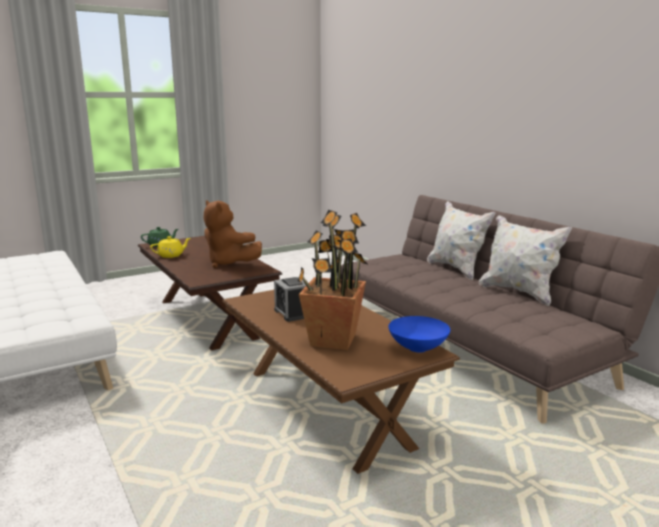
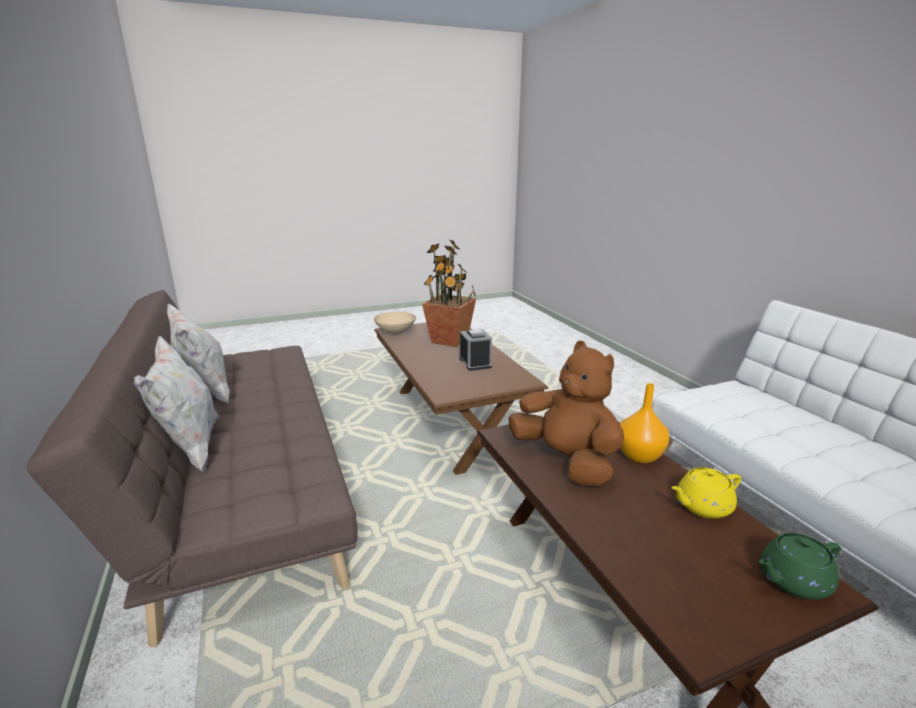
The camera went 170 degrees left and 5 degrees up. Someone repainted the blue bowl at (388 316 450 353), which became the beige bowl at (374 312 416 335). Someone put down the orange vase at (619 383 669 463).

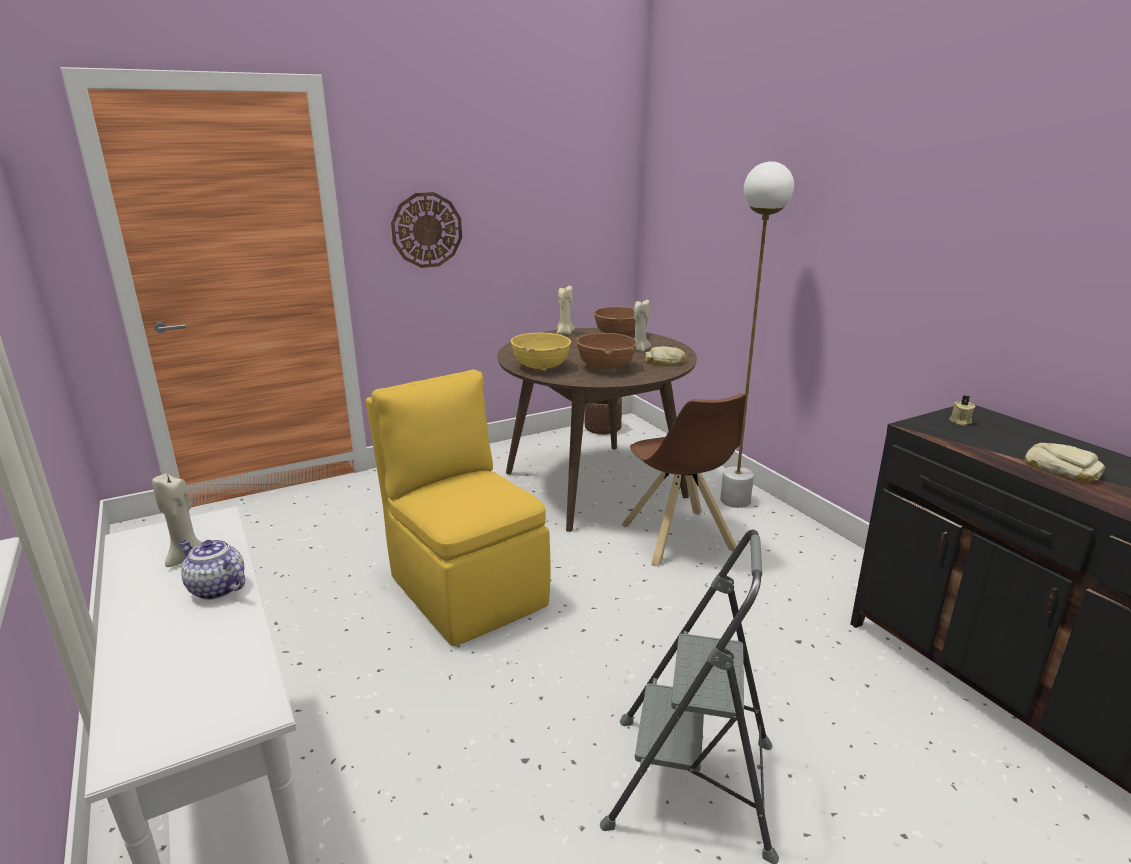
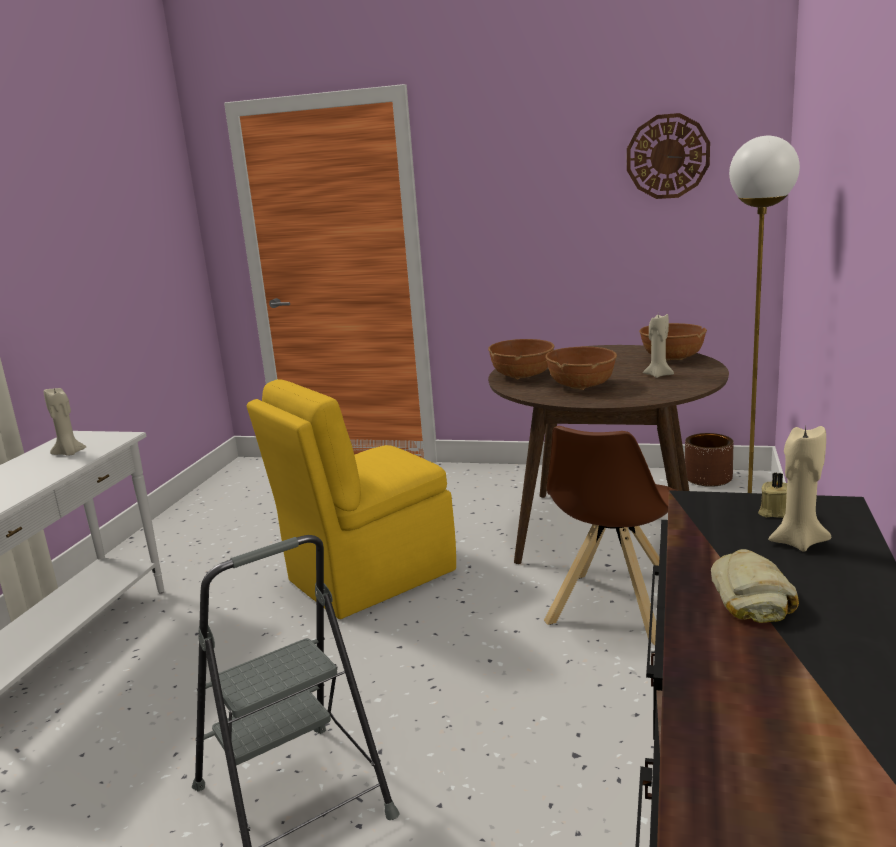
The camera went 45 degrees right and 5 degrees down. Someone rotated the yellow chair at (366 370 551 646) by 135 degrees counterclockwise. Someone repainted the yellow bowl at (511 333 571 371), which became the brown bowl at (488 339 554 380). Someone carried the wall clock from (391 192 462 268) to (627 113 710 199). Someone carried the beige candle from (557 286 575 334) to (768 426 831 551). Someone took away the teapot at (179 540 245 600). Someone took away the bread at (645 346 686 365).

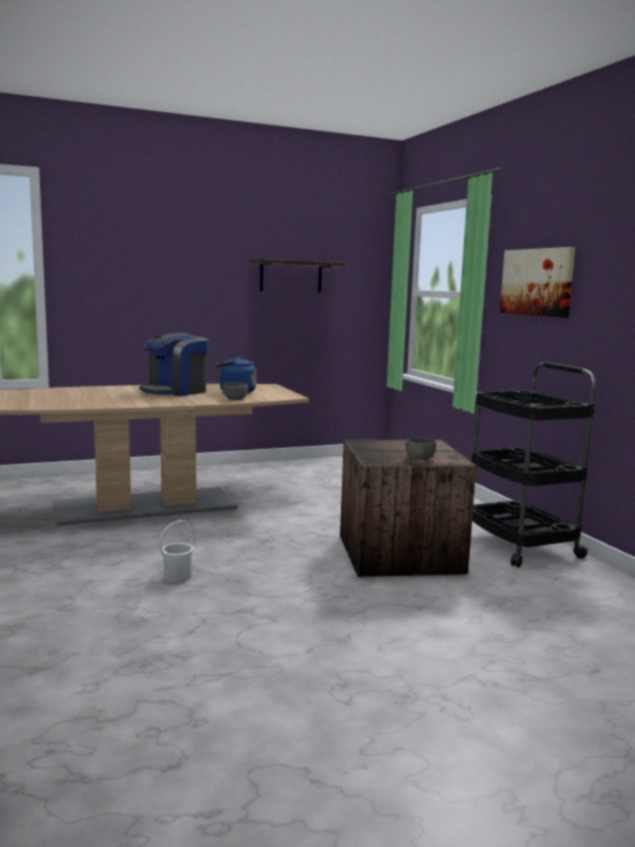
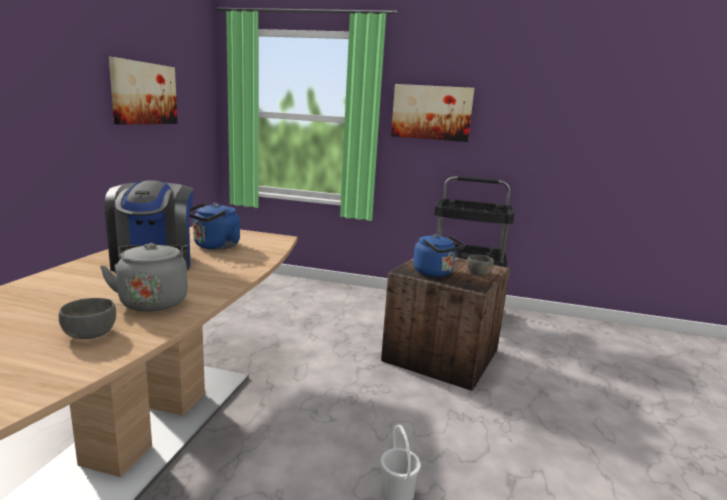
The camera went 55 degrees left and 5 degrees up. Someone carried the grey bowl from (223 382 248 400) to (59 298 116 339). Someone put down the grey kettle at (100 243 188 311). Someone swapped the shelf at (250 259 344 293) for the picture at (109 57 178 125). Someone put down the blue kettle at (413 234 465 277).

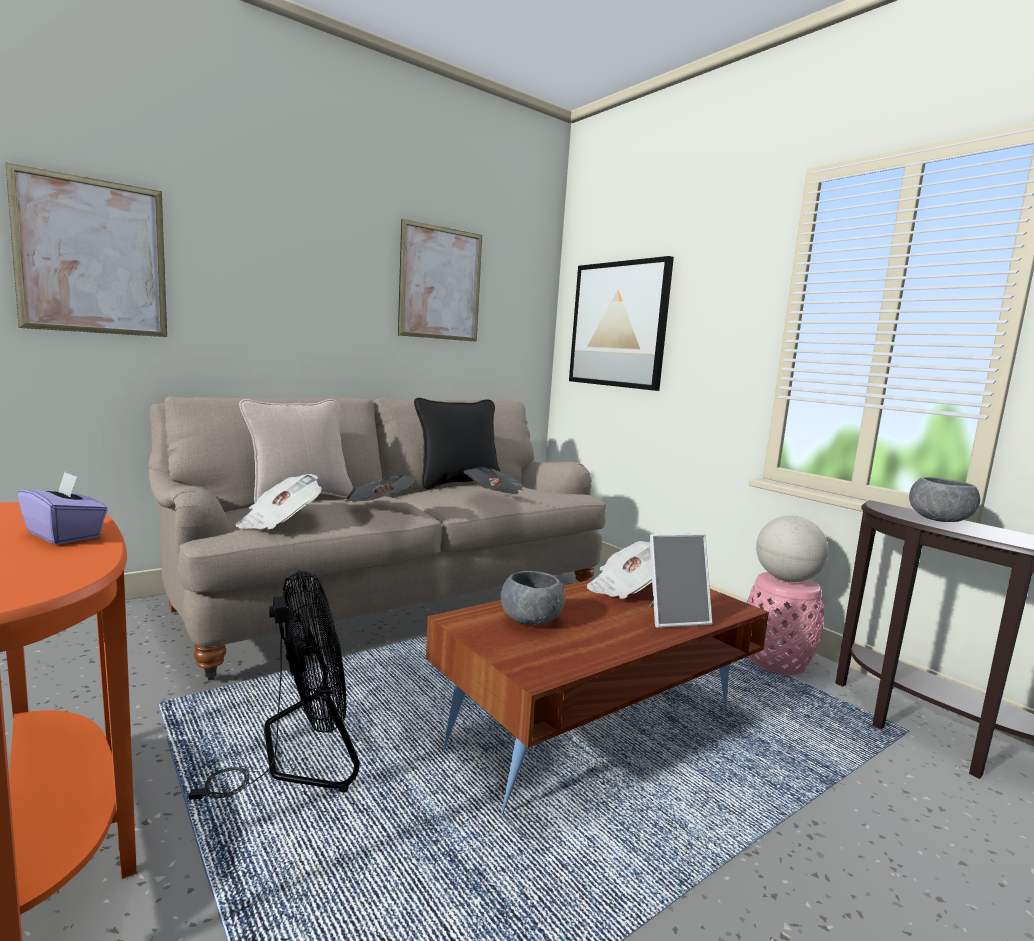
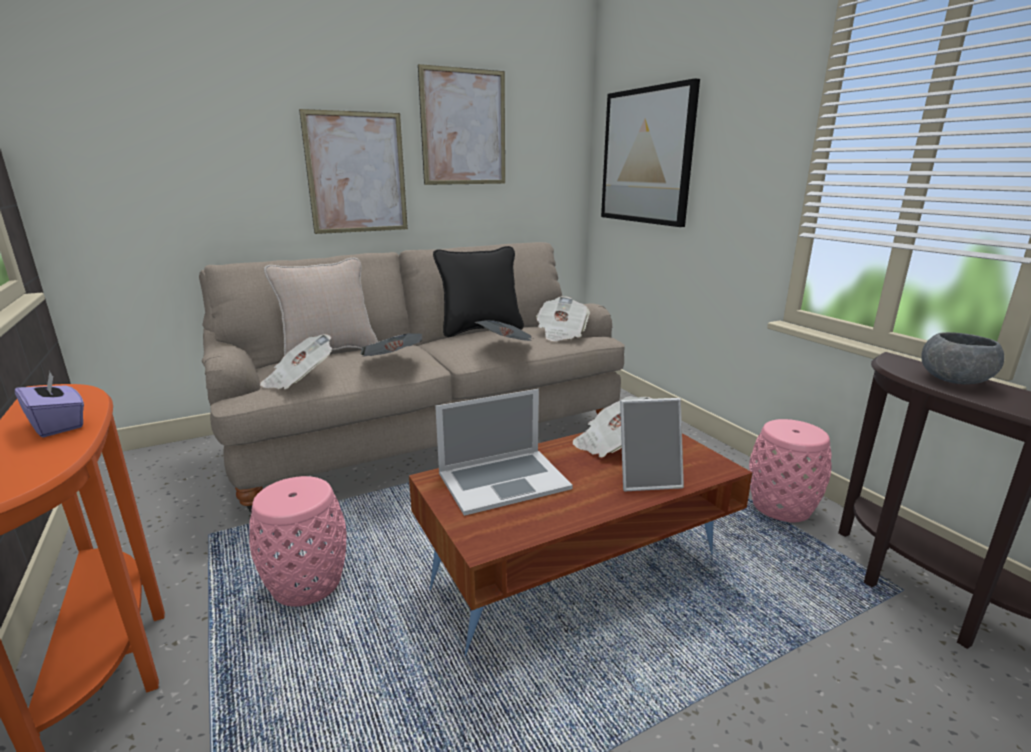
The camera went 10 degrees right and 10 degrees up. Someone swapped the black fan at (185 570 359 800) for the pink stool at (249 476 347 606). Someone carried the picture from (5 162 167 337) to (299 109 408 234). Someone swapped the grey bowl at (501 571 565 625) for the laptop at (435 389 573 516). Someone put down the newspaper at (536 296 590 341). Someone took away the globe at (756 516 829 582).

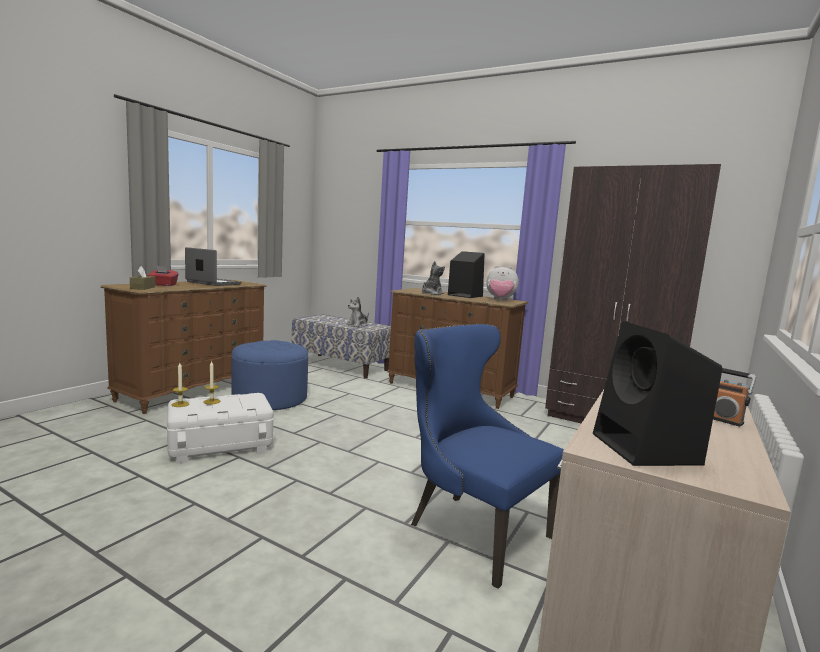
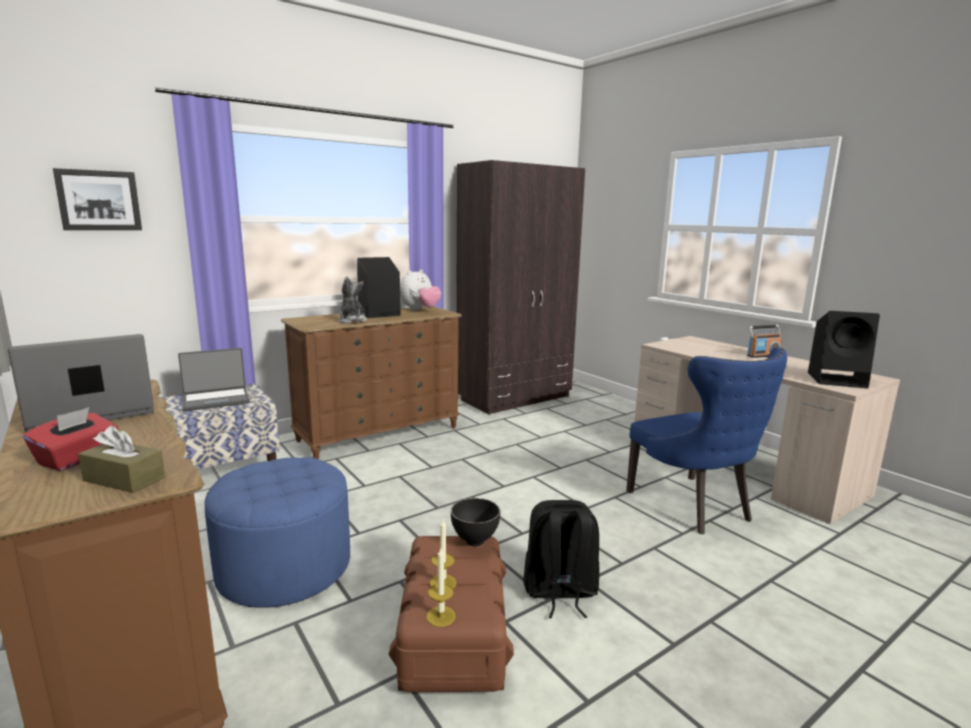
The camera went 65 degrees left and 5 degrees up. Someone put up the picture at (53 168 142 230). Someone swapped the plush toy at (346 297 369 327) for the laptop at (178 348 250 411). Someone repainted the white storage box at (167 393 273 463), which became the brown storage box at (389 536 514 692). Someone put down the black bowl at (451 498 500 546). Someone put down the black backpack at (523 500 600 619). Someone rotated the blue chair at (411 324 564 589) by 90 degrees counterclockwise.

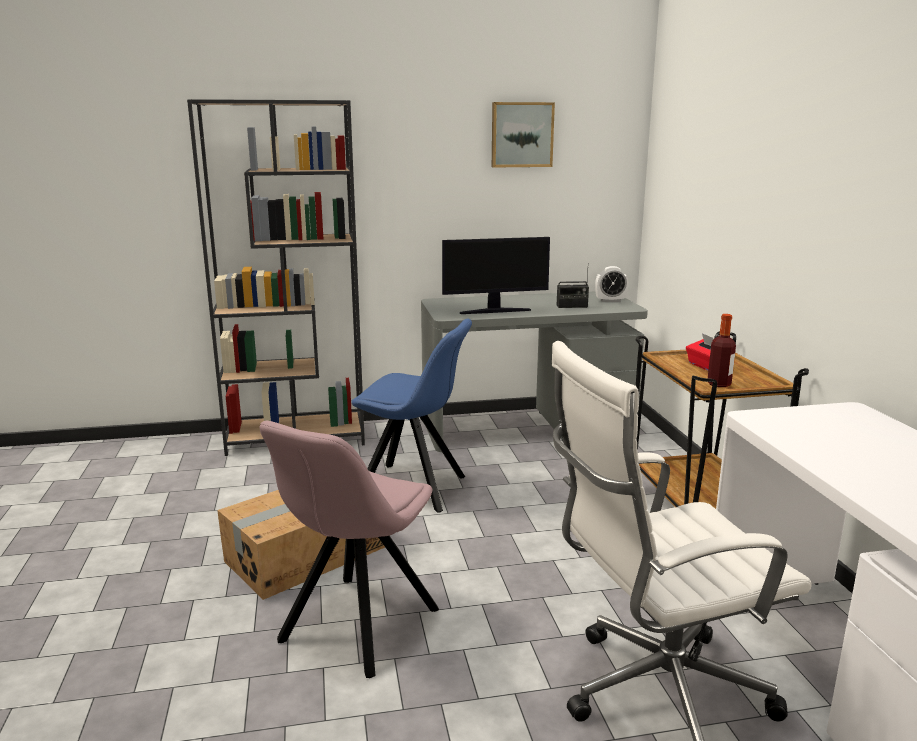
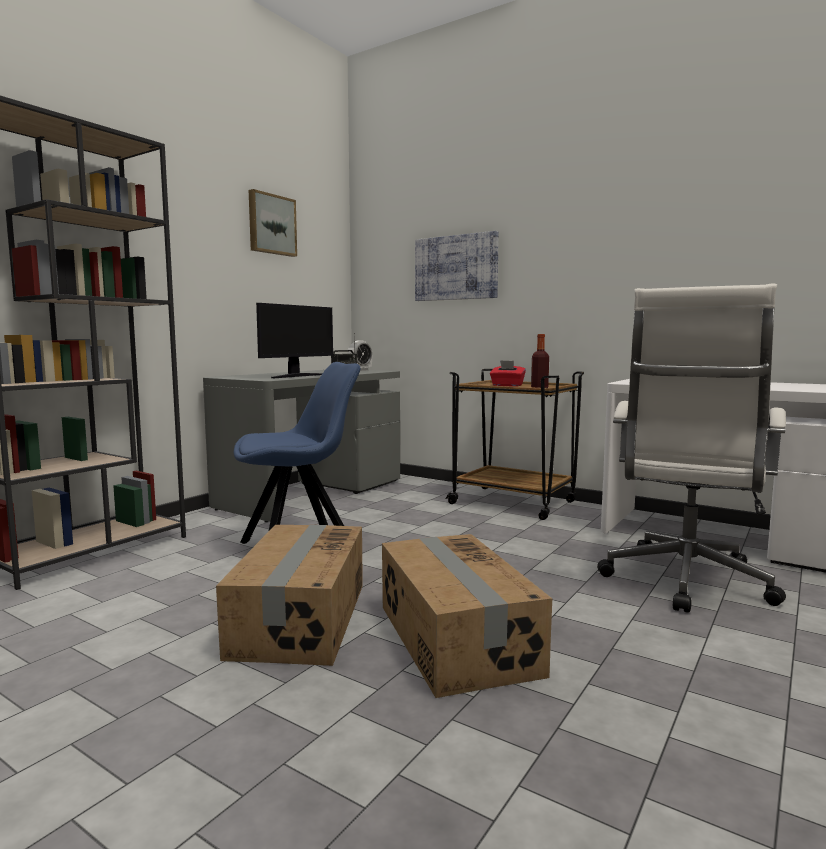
The camera went 45 degrees left and 10 degrees down. Someone swapped the pink chair at (260 421 439 678) for the cardboard box at (382 534 552 698). Someone put up the picture at (415 231 499 301).

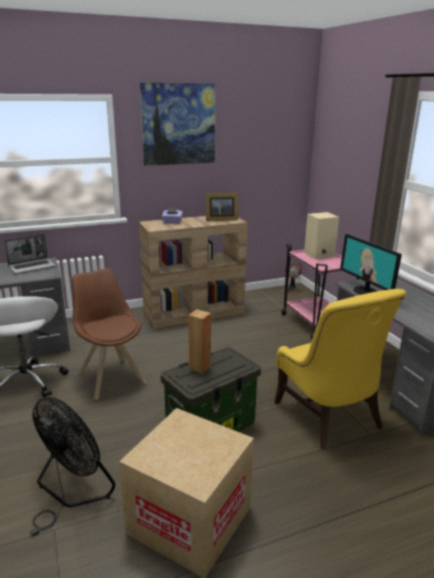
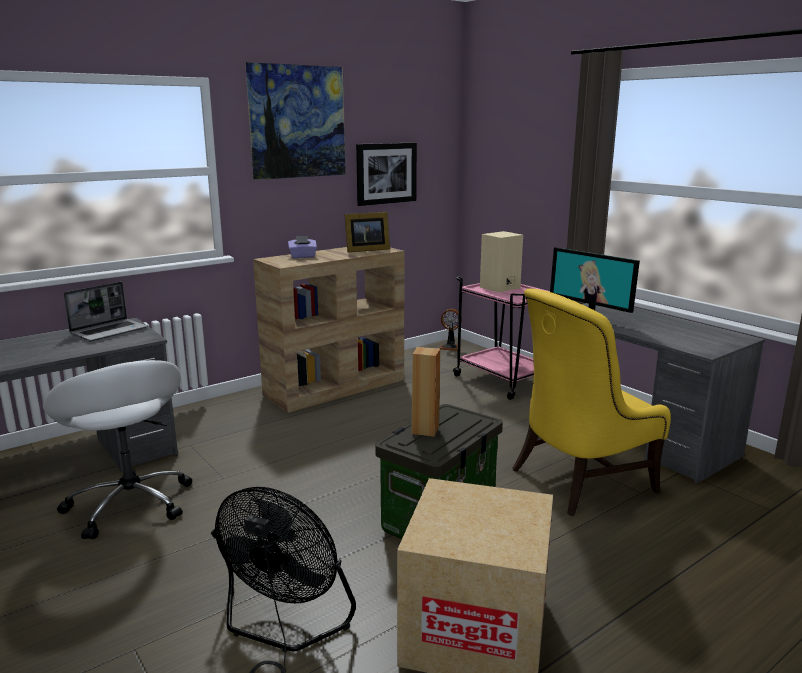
The camera went 15 degrees left and 5 degrees down. Someone put up the picture at (356 142 417 206). Someone rotated the yellow chair at (275 289 406 449) by 105 degrees clockwise. Someone took away the brown chair at (72 268 146 400).

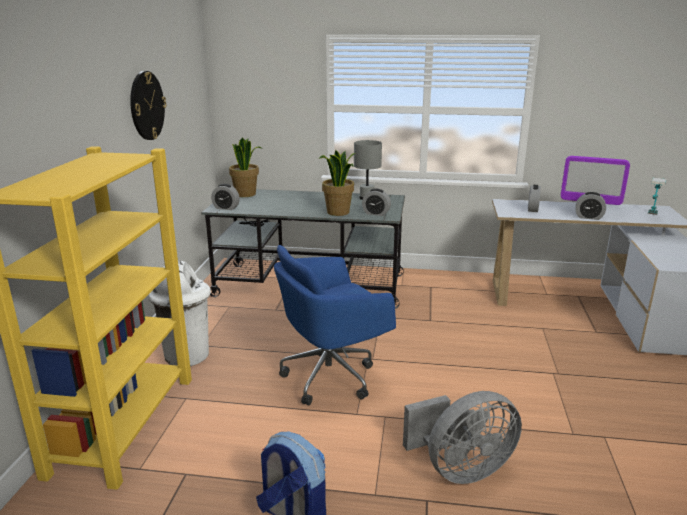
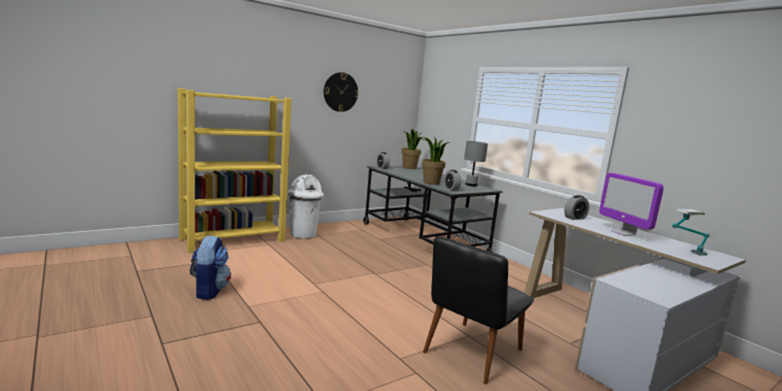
The camera went 45 degrees right and 10 degrees down. Someone put down the black chair at (423 236 534 384). Someone took away the blue office chair at (274 245 396 406). Someone took away the grey fan at (403 391 522 484). Someone took away the alarm clock at (576 192 606 220).

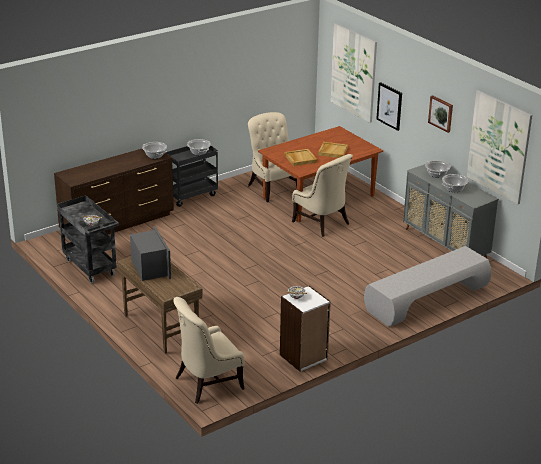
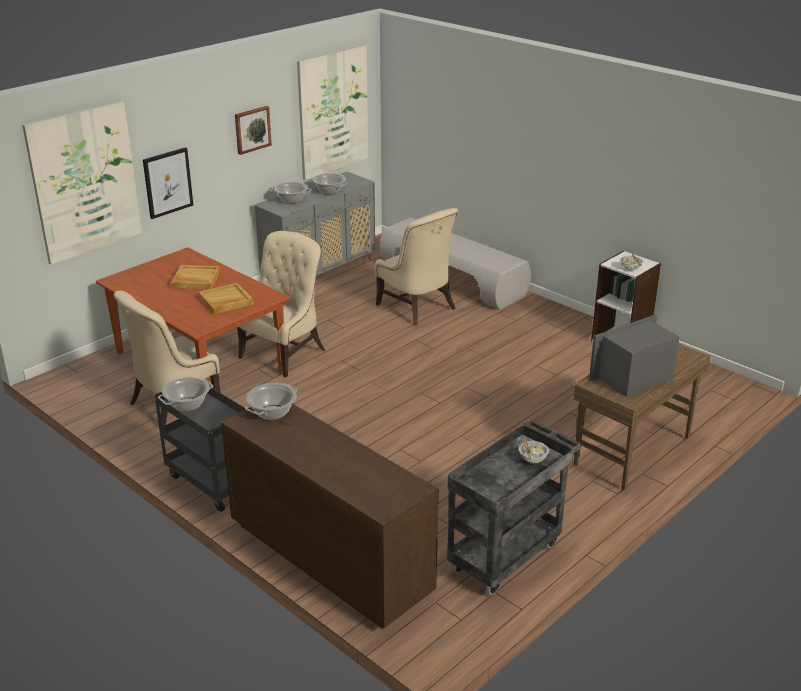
The camera went 100 degrees left and 0 degrees up. Someone carried the beige chair from (173 297 244 404) to (375 208 458 325).

